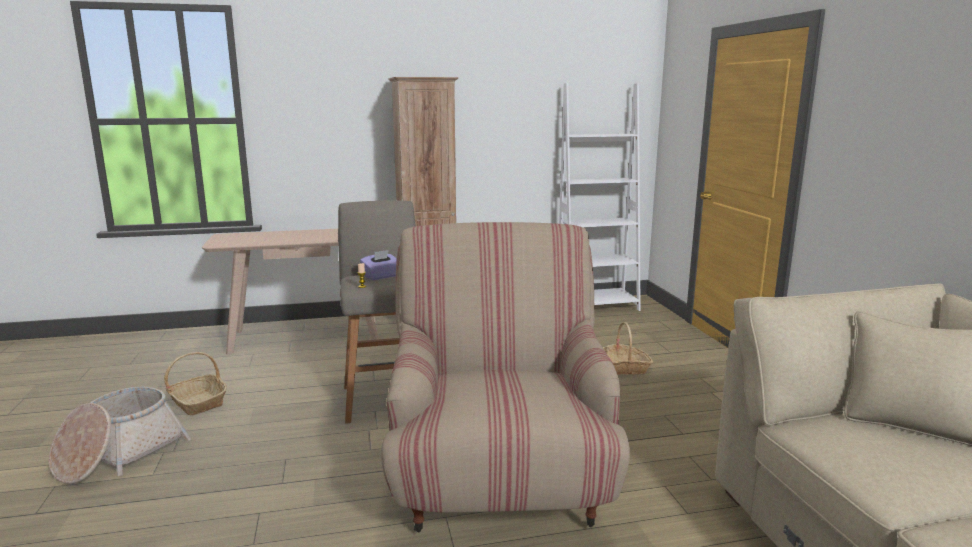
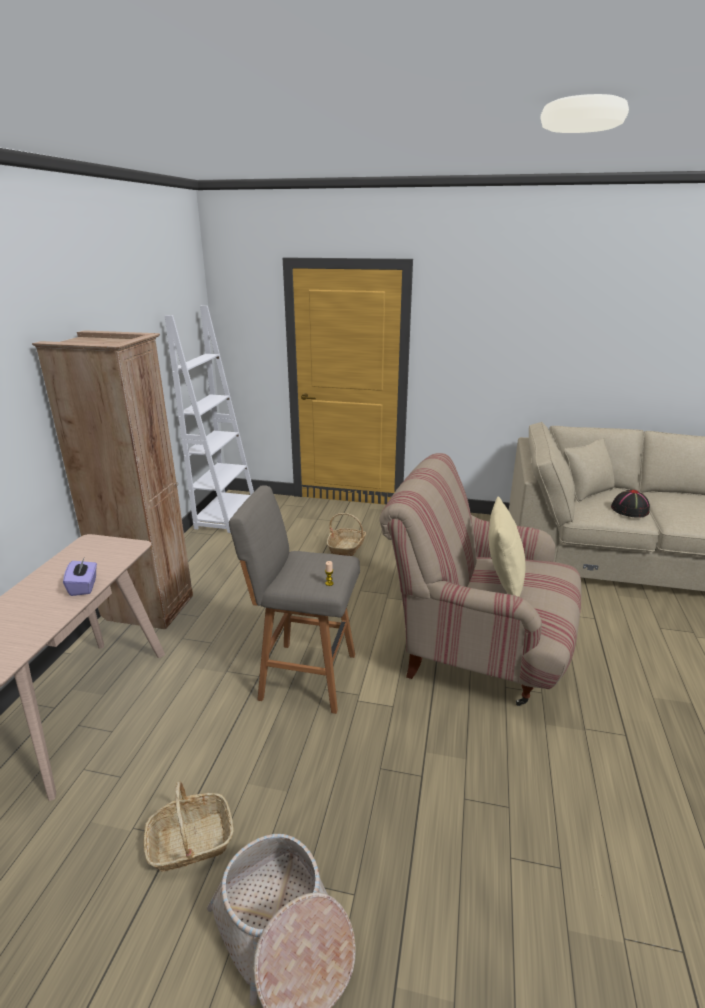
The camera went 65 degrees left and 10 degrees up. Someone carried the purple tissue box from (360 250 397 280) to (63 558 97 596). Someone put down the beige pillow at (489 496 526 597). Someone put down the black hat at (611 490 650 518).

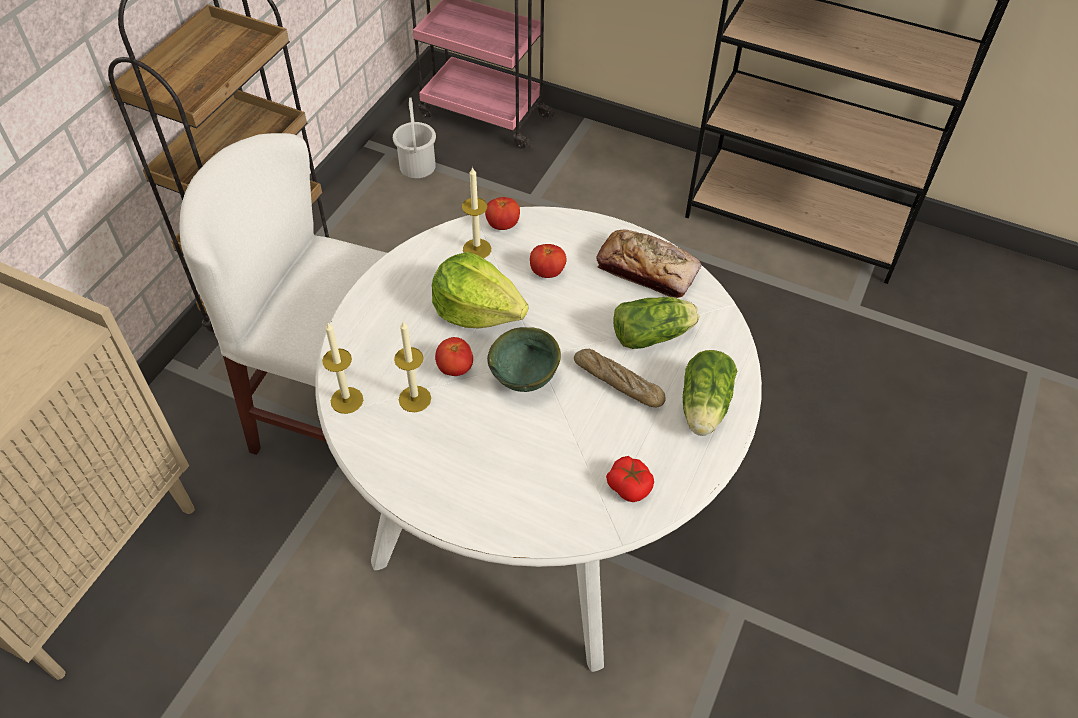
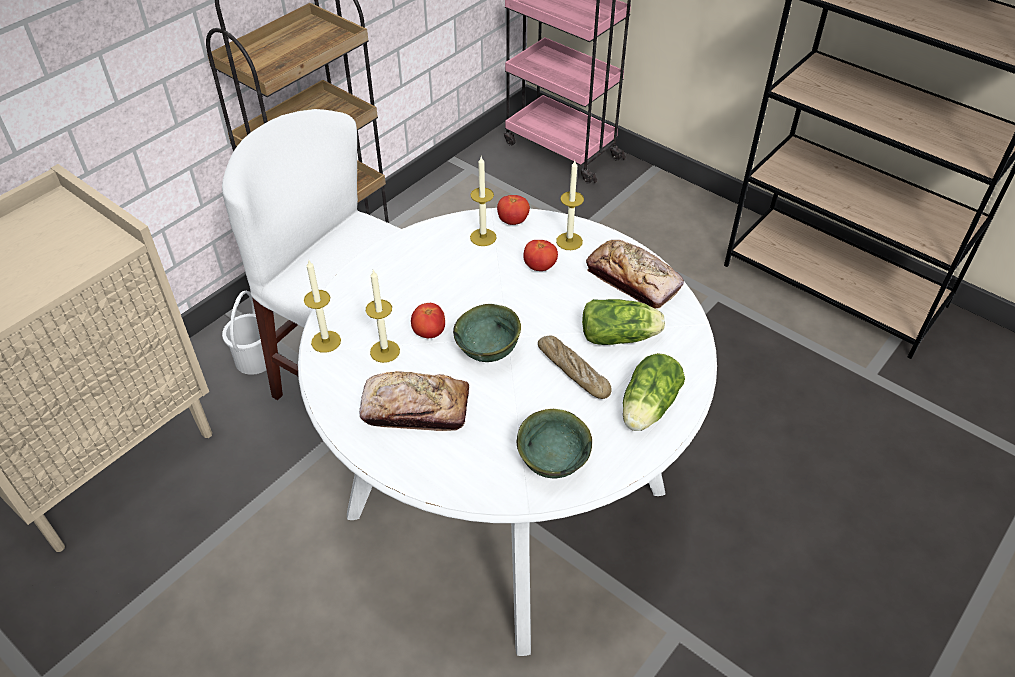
The camera went 15 degrees right and 5 degrees down. Someone carried the white bucket from (393 97 436 178) to (222 291 266 375). Someone put down the bread at (359 371 469 431). Someone swapped the tomato at (606 456 654 502) for the green bowl at (517 409 592 478). Someone put down the candle at (556 161 584 250). Someone took away the lettuce at (432 252 528 328).

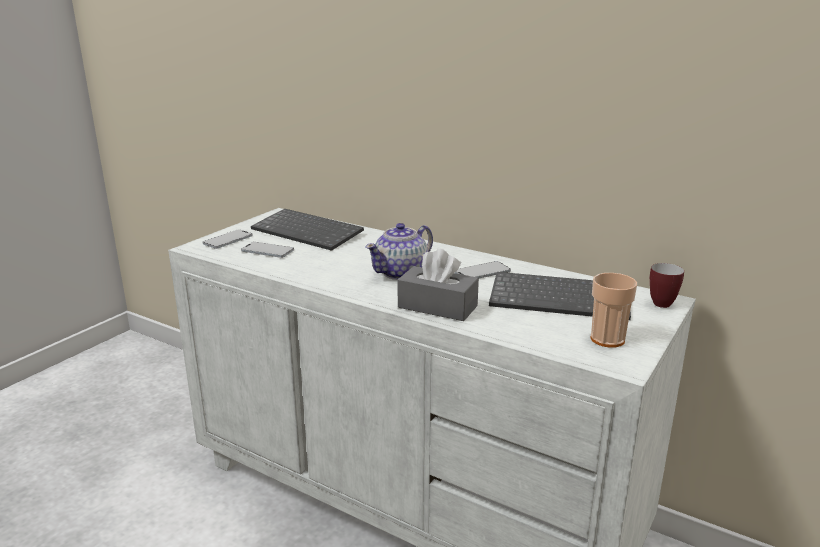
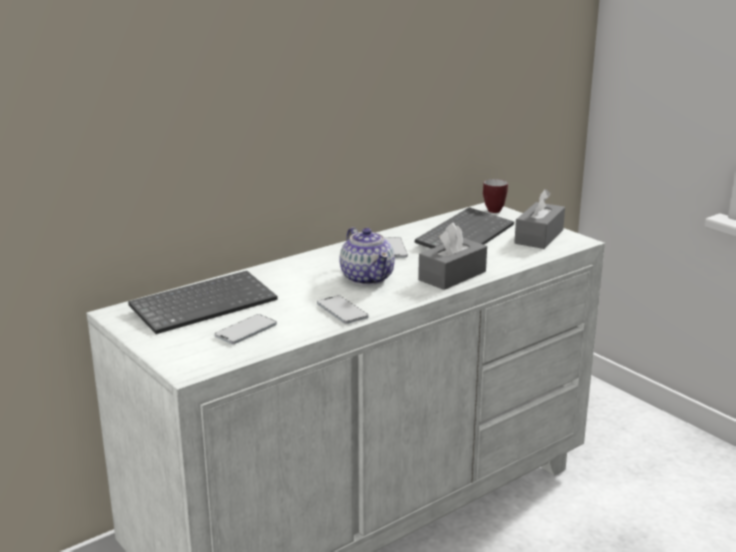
The camera went 70 degrees left and 0 degrees up. Someone carried the phone from (202 229 253 249) to (317 295 369 324). Someone swapped the cup at (591 273 637 348) for the grey tissue box at (514 189 565 249).

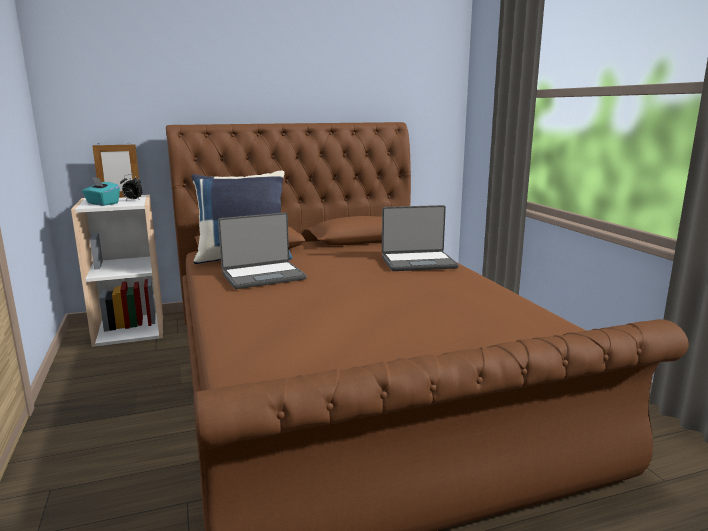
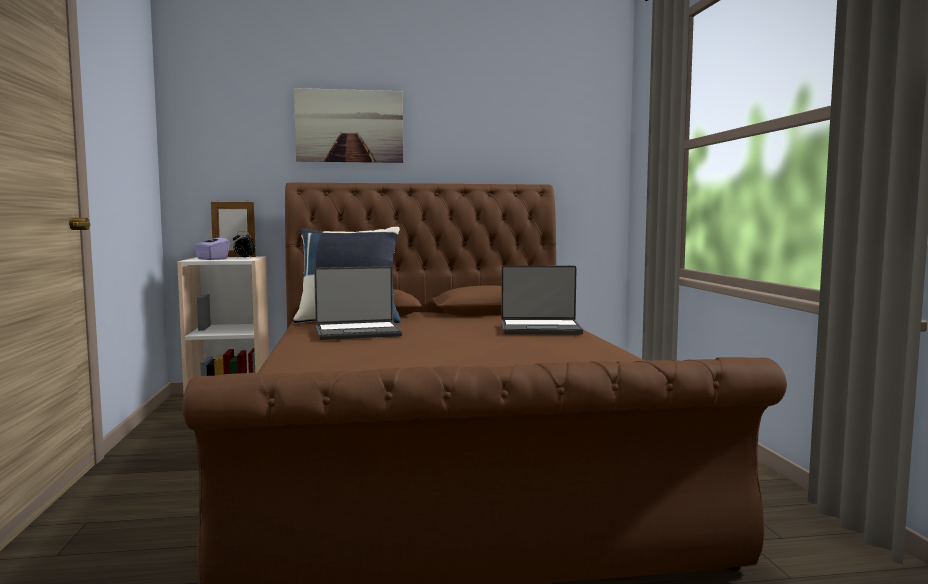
The camera went 10 degrees right and 10 degrees down. Someone repainted the turquoise tissue box at (82 177 120 206), which became the purple tissue box at (193 231 230 260). Someone put up the picture at (294 88 403 163).

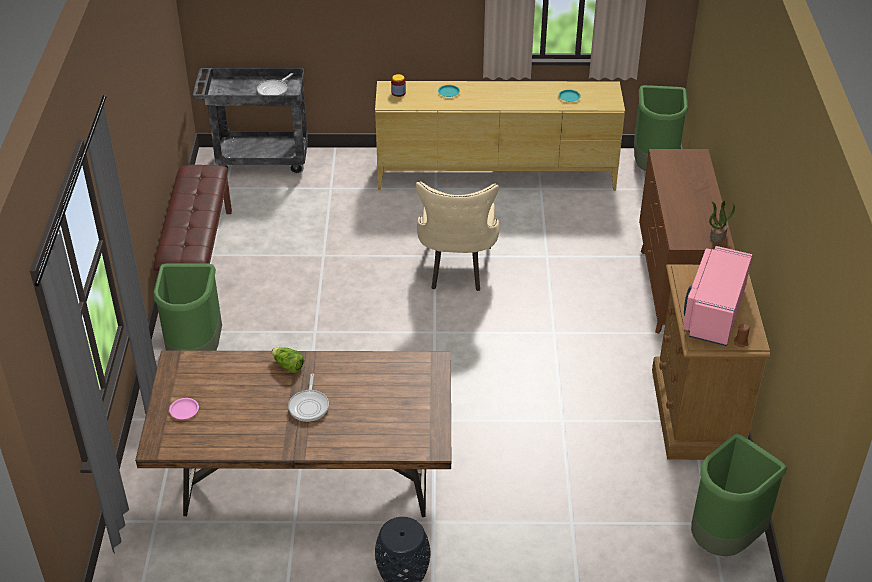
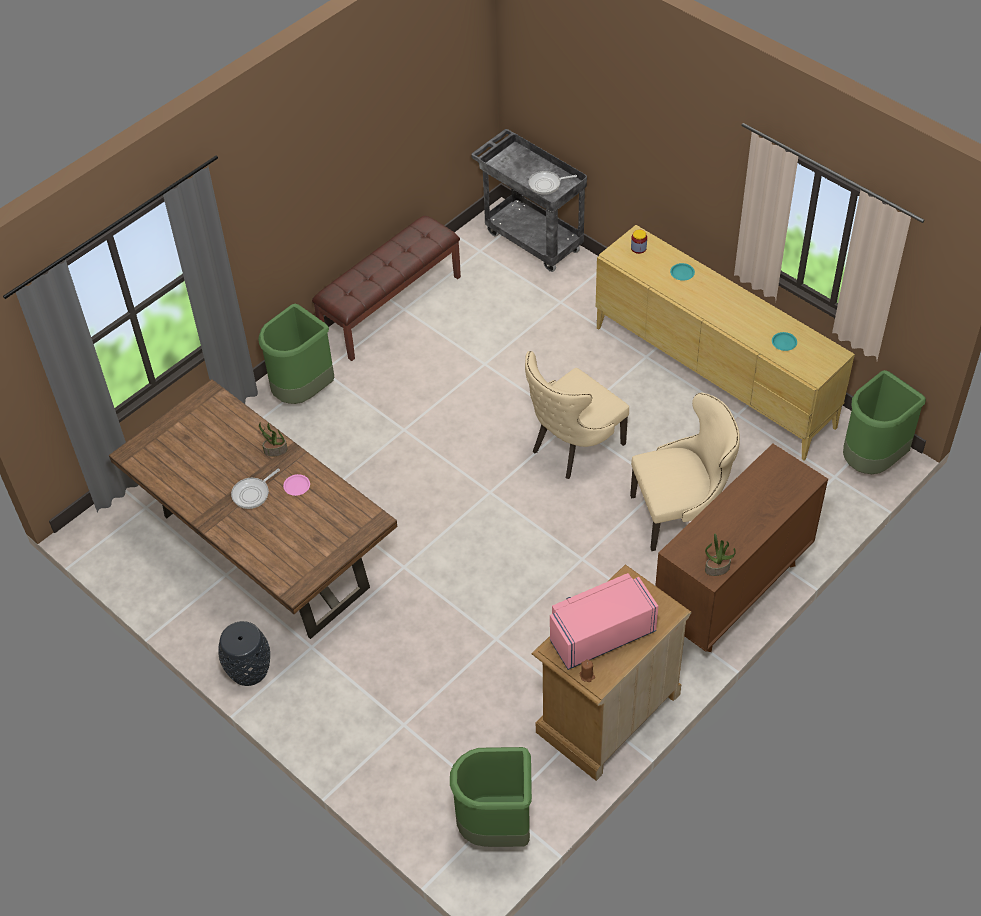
The camera went 45 degrees right and 10 degrees up. Someone swapped the lettuce at (271 347 304 373) for the potted plant at (259 422 288 456). Someone carried the pink plate from (169 398 199 419) to (283 474 310 496). Someone put down the beige chair at (630 393 740 551).

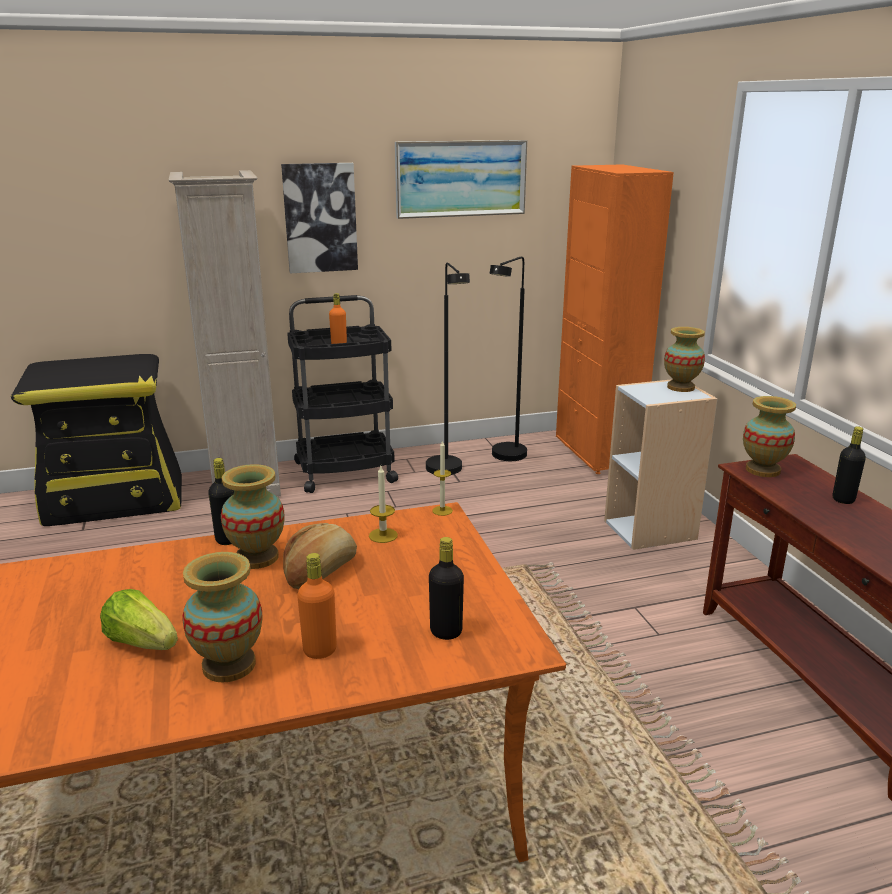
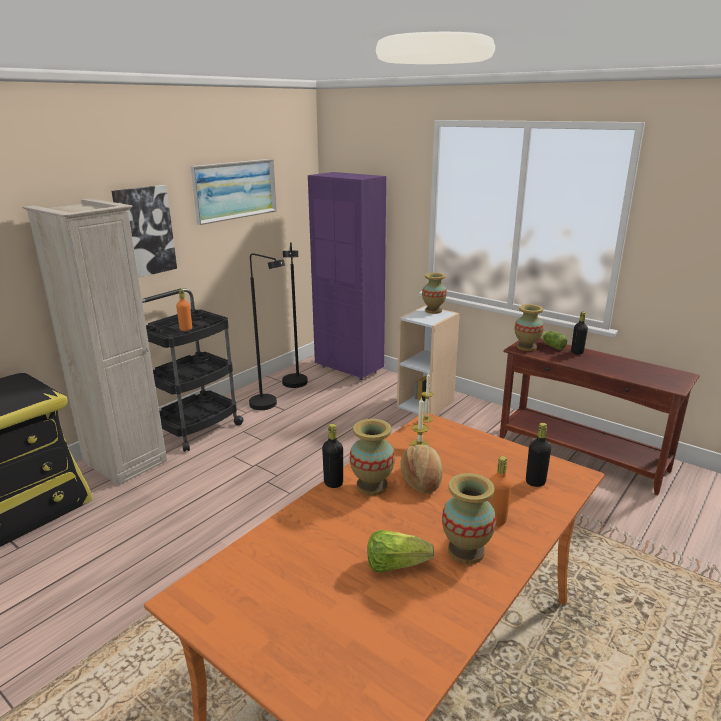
The camera went 35 degrees left and 0 degrees up. Someone repainted the orange cabinet at (556 164 674 474), which became the purple cabinet at (308 172 386 380). Someone put down the lettuce at (541 331 568 350).

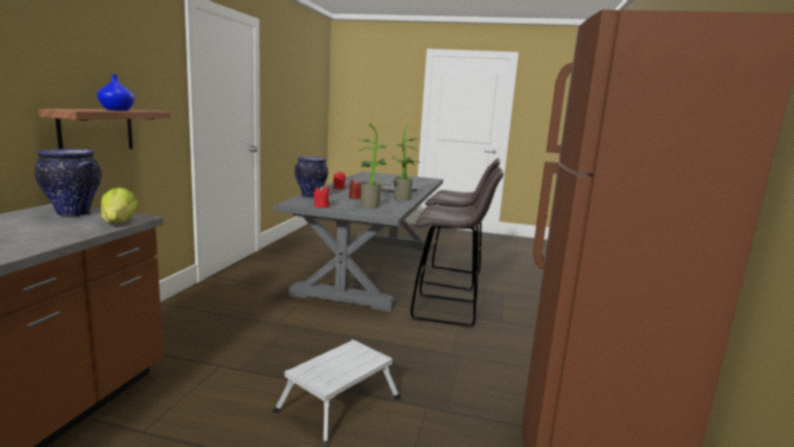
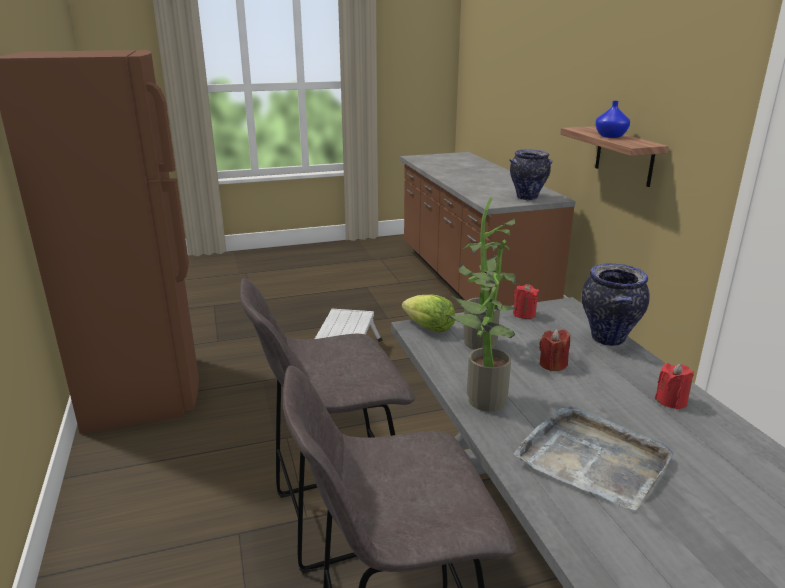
The camera went 150 degrees right and 10 degrees up. Someone carried the lettuce from (101 187 138 224) to (402 295 455 333).

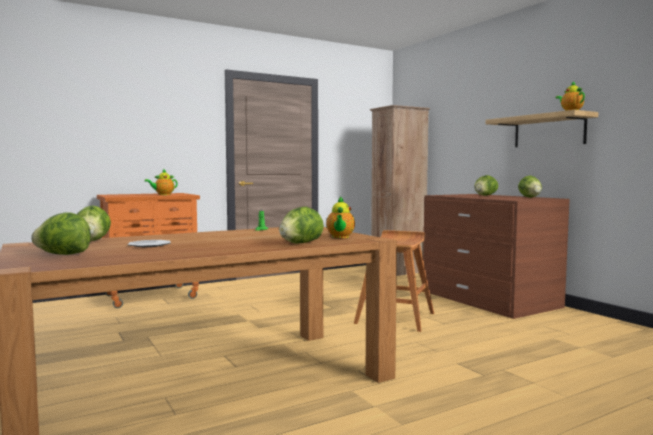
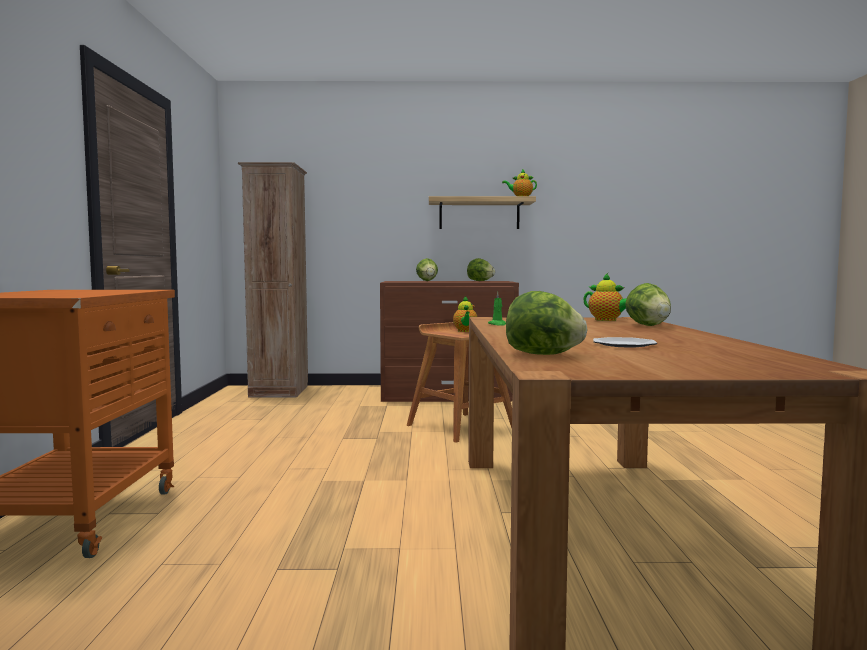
The camera went 60 degrees left and 0 degrees up. Someone carried the teapot from (144 169 178 195) to (453 296 477 332). Someone took away the lettuce at (31 212 91 255).

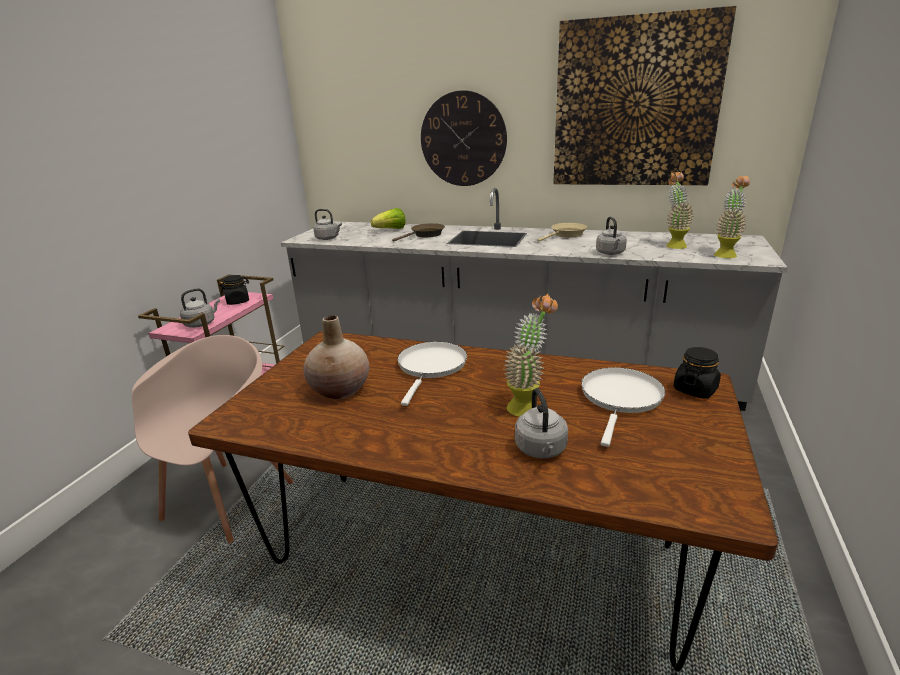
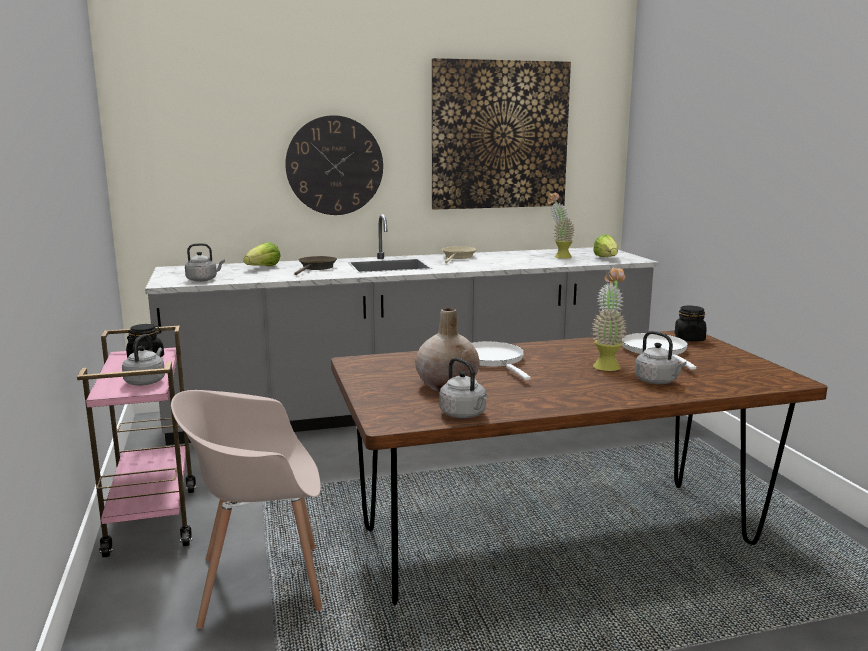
The camera went 35 degrees left and 10 degrees down. Someone rotated the beige chair at (132 335 293 543) by 90 degrees counterclockwise. Someone carried the grey kettle from (596 217 627 255) to (439 358 487 418). Someone swapped the potted plant at (714 176 750 258) for the lettuce at (593 234 618 257).

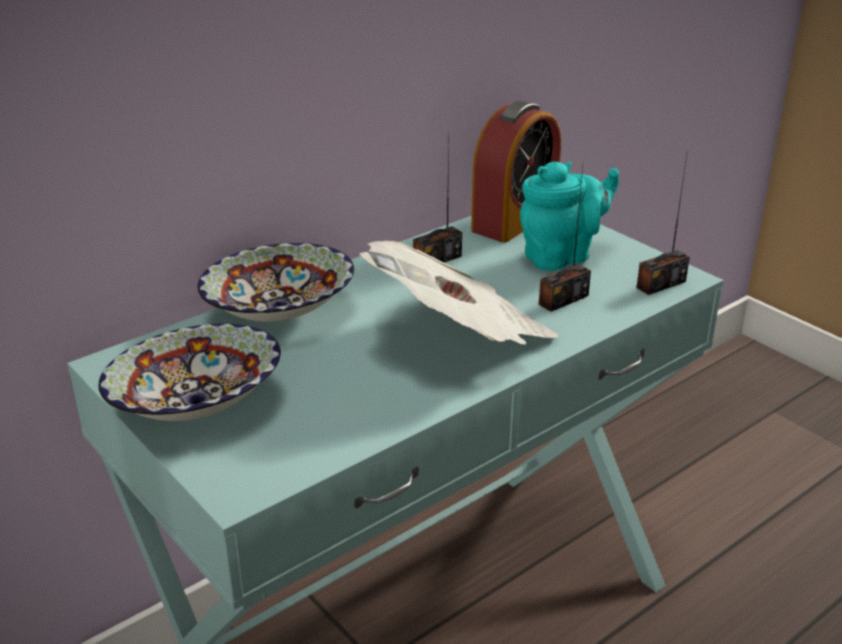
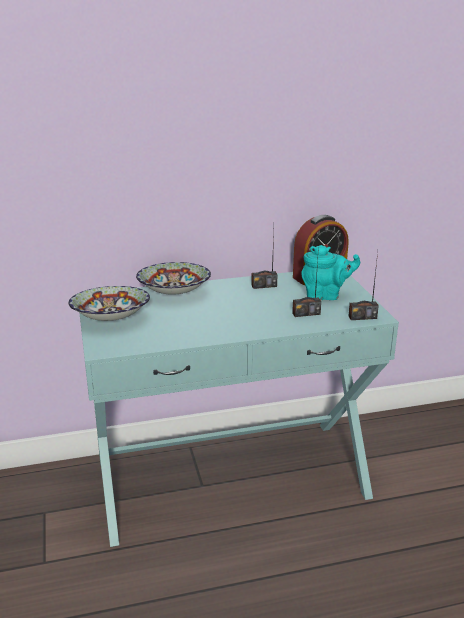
The camera went 25 degrees right and 5 degrees down. Someone took away the newspaper at (359 241 558 345).

